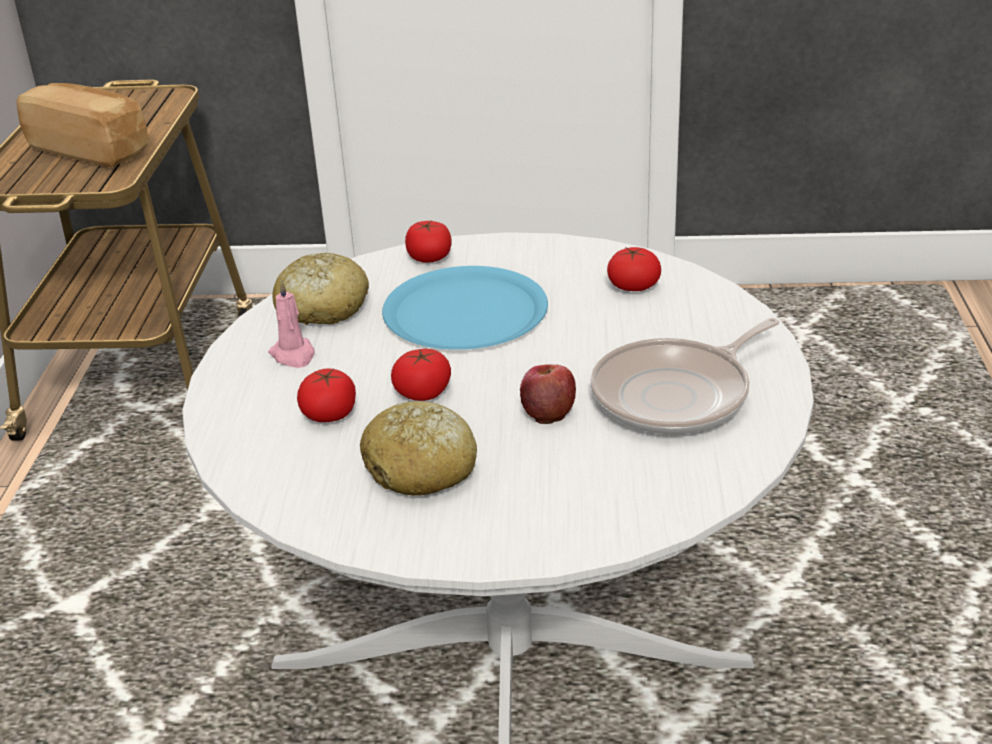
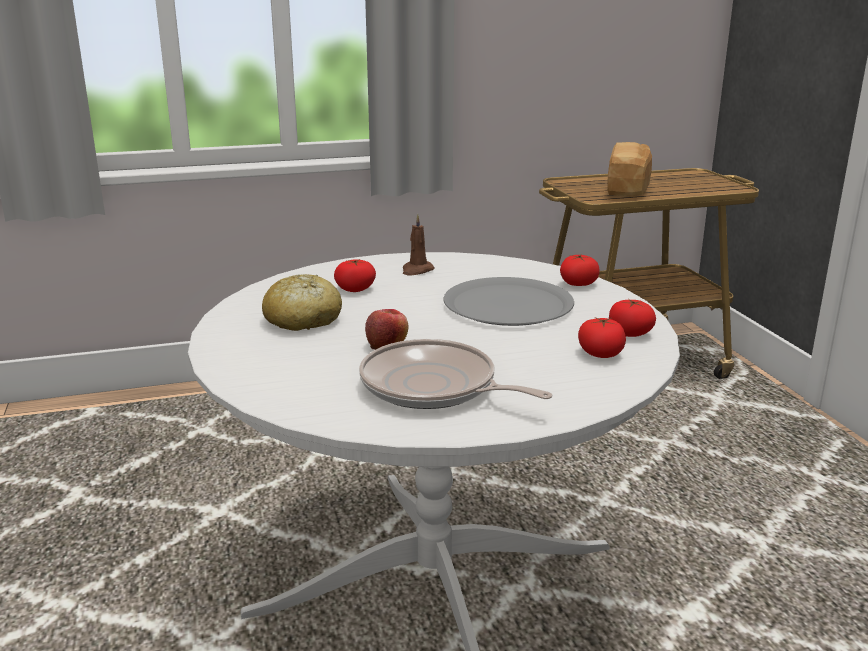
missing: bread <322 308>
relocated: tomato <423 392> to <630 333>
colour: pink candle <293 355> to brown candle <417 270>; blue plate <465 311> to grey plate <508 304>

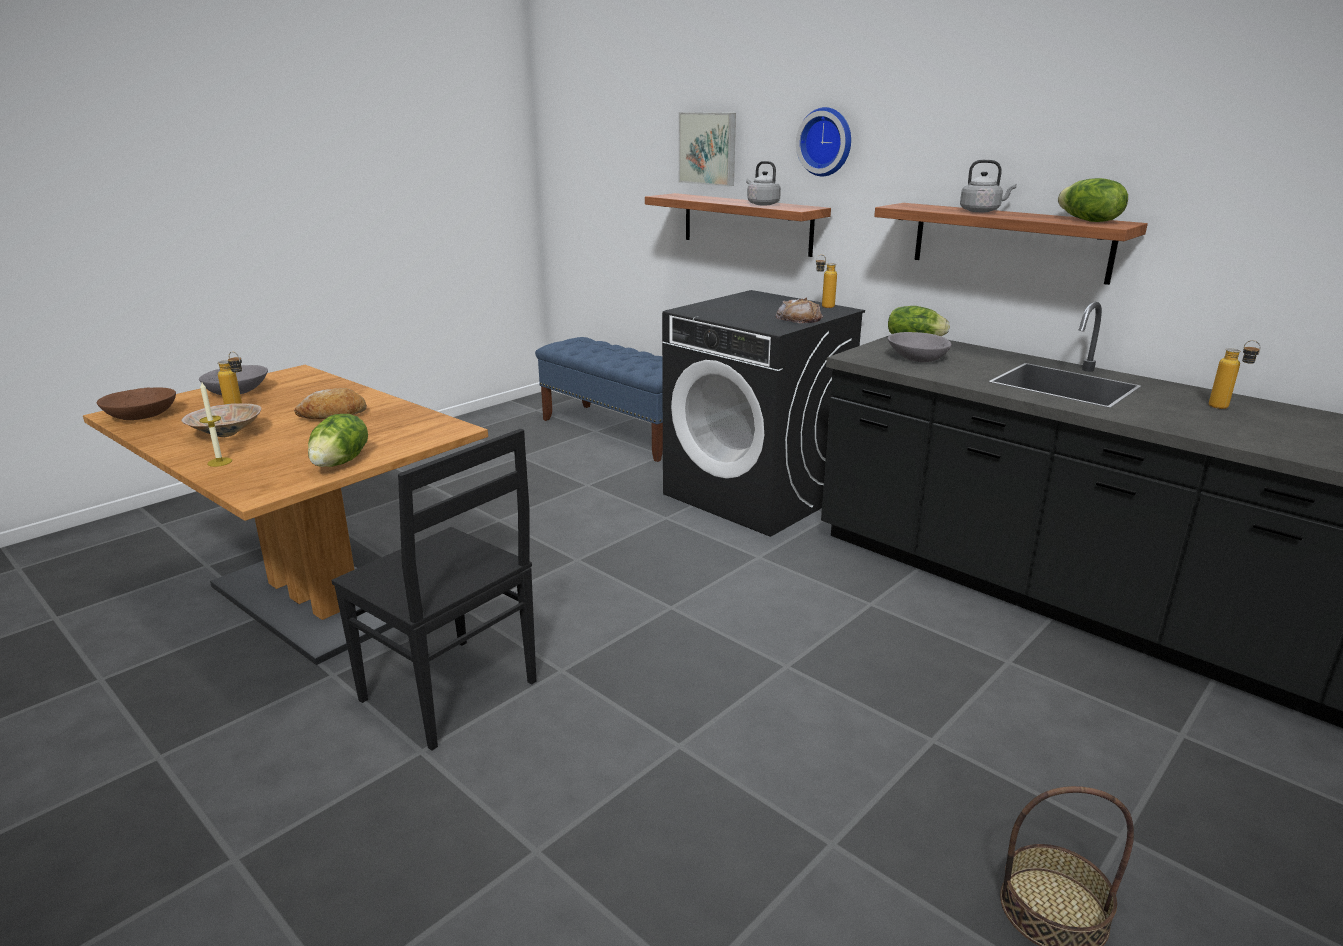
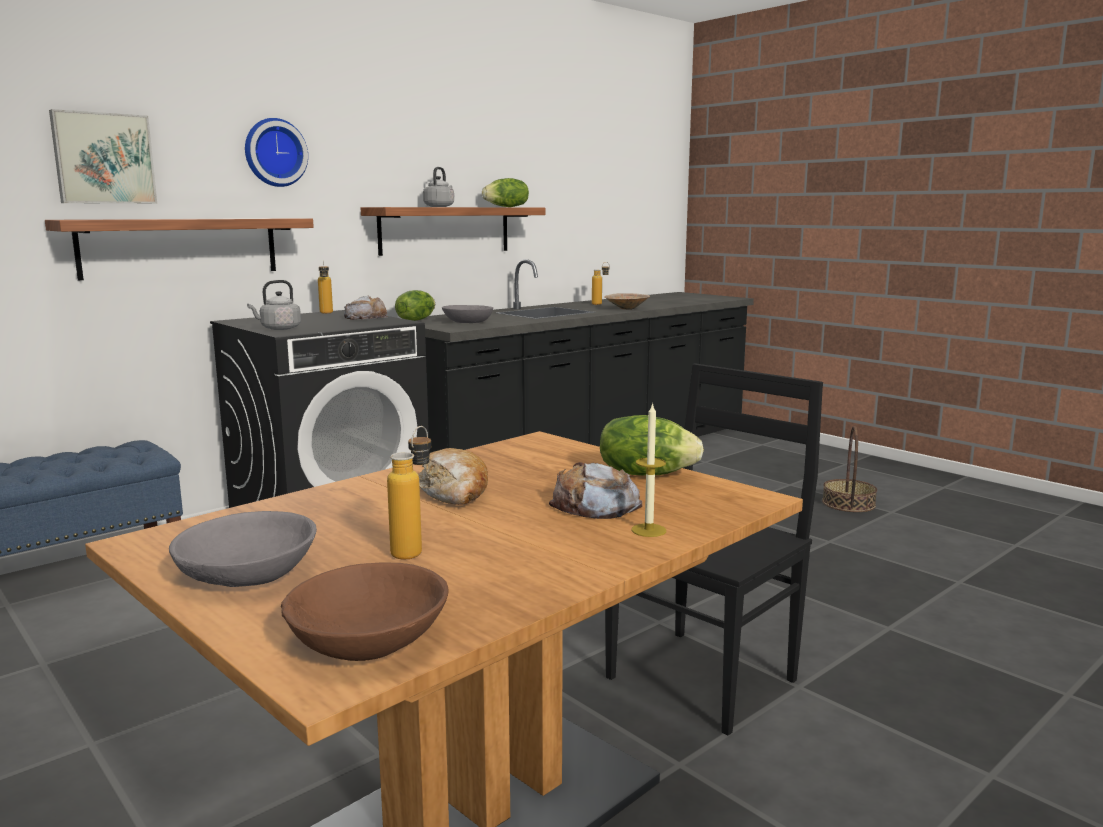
appeared: bread <595 505>
relocated: grey kettle <761 204> to <278 329>; beige bowl <226 433> to <626 309>

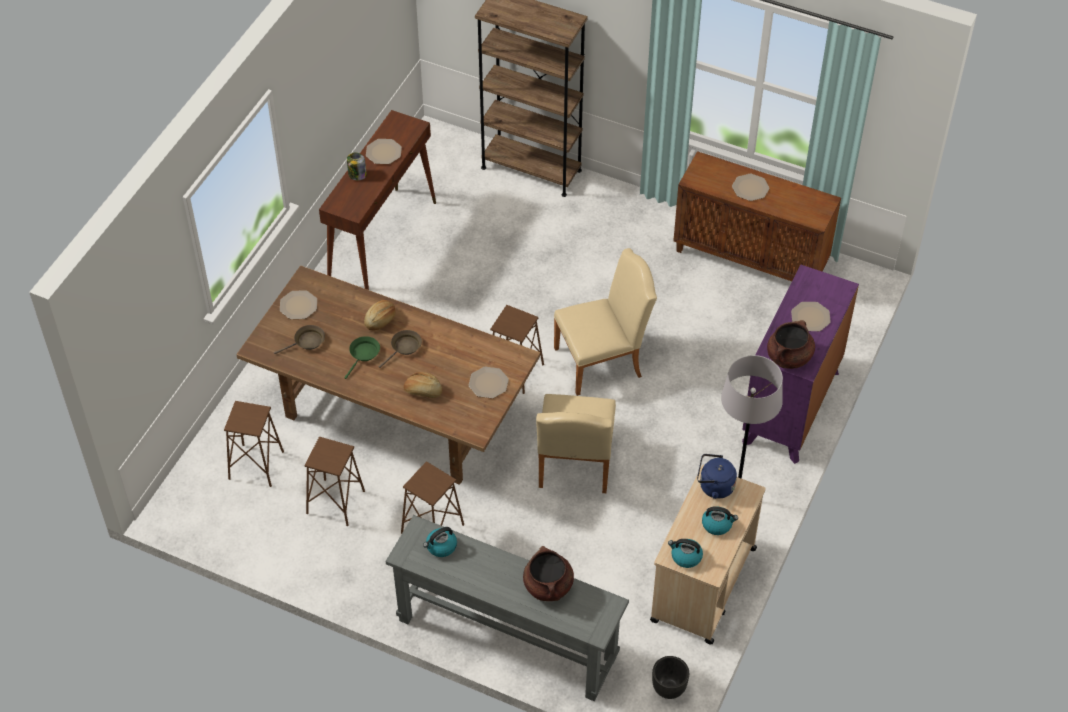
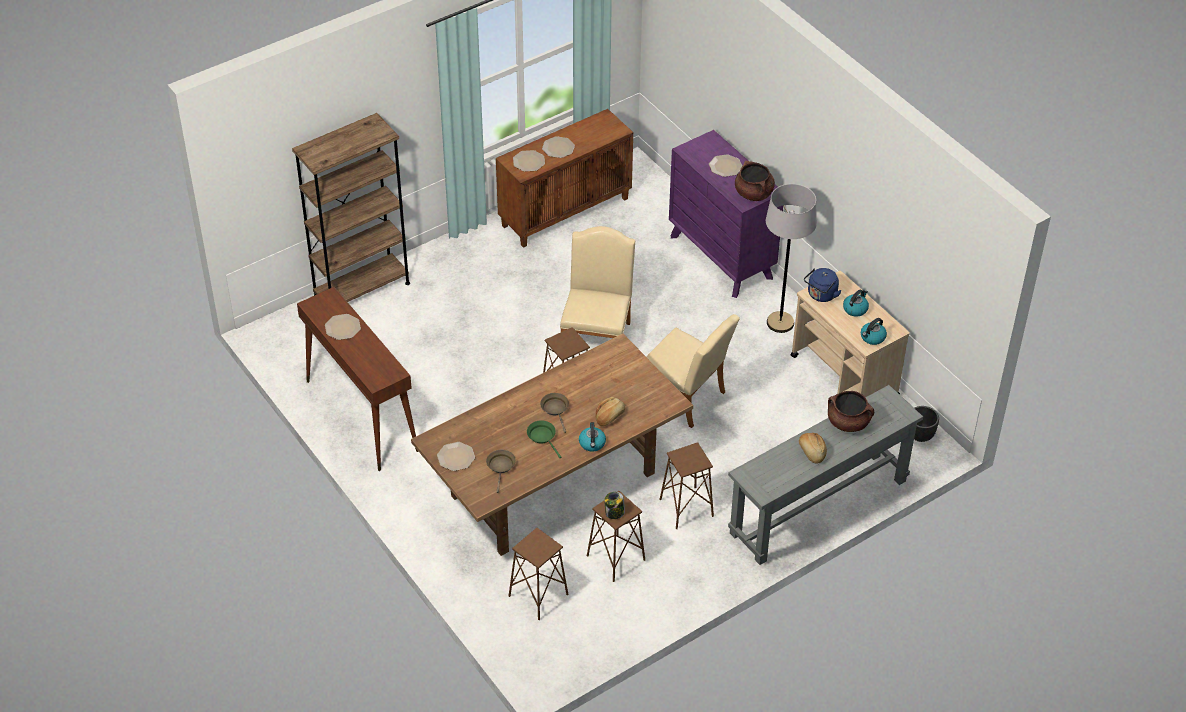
relocated: plate <488 383> to <529 162>; kettle <441 547> to <592 444>; jar <357 174> to <614 513>; bread <380 320> to <811 452>

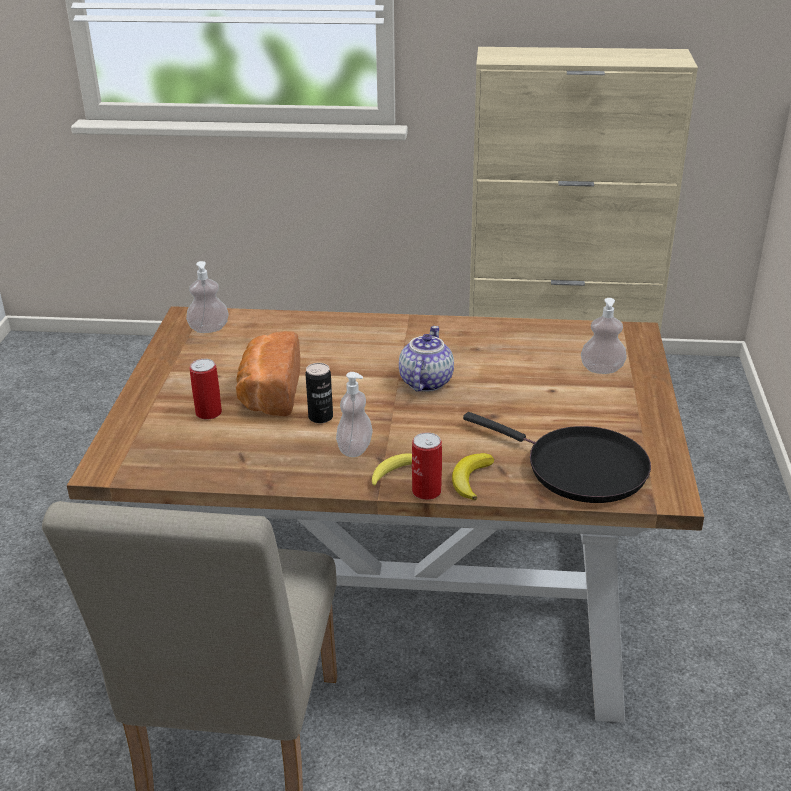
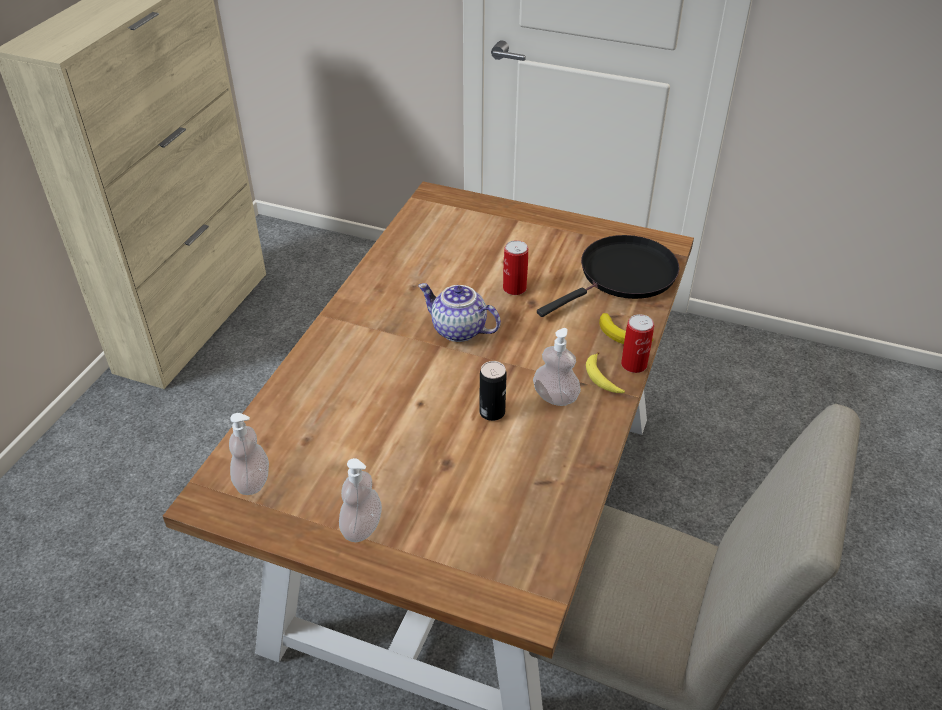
missing: bread <269 394>
relocated: soap dispenser <602 369> to <362 527>; can <208 413> to <514 288>

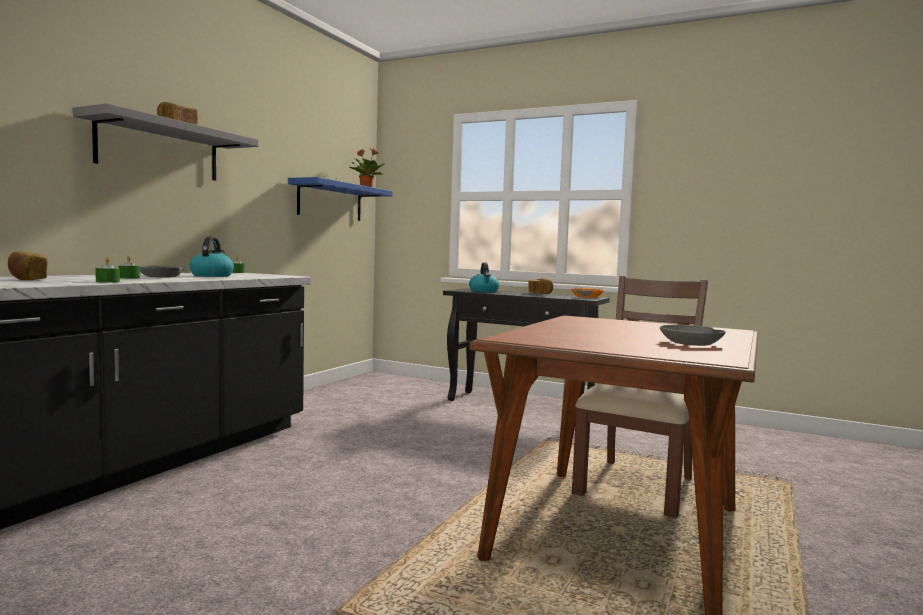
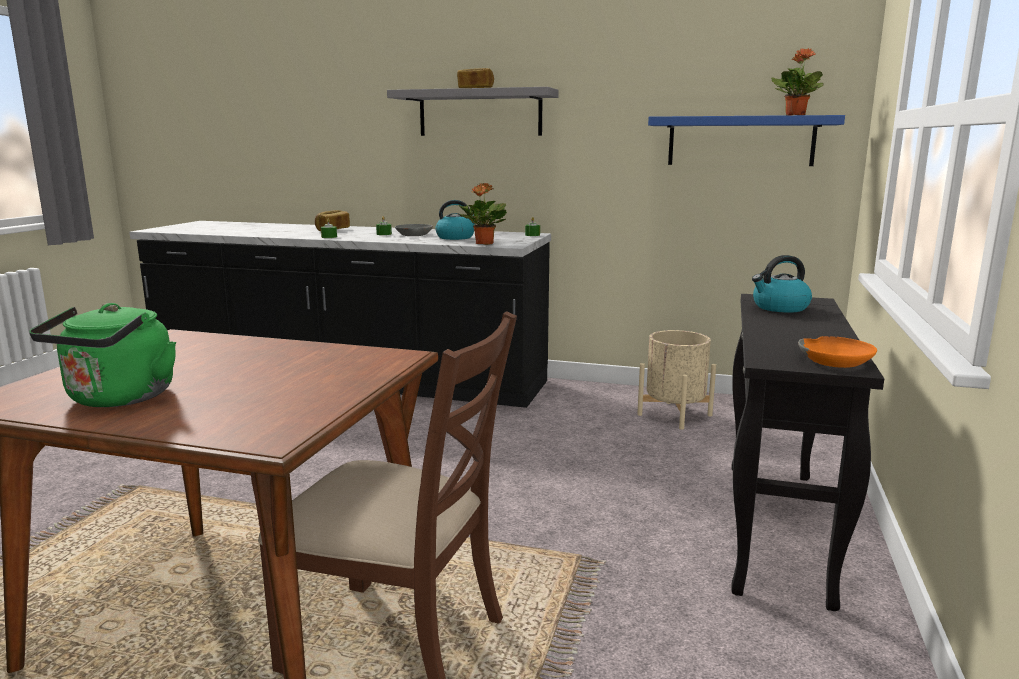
missing: bread <540 294>
appeared: potted plant <484 243>; beige planter <674 415>
exchanged: grey bowl <691 343> to green kettle <118 399>

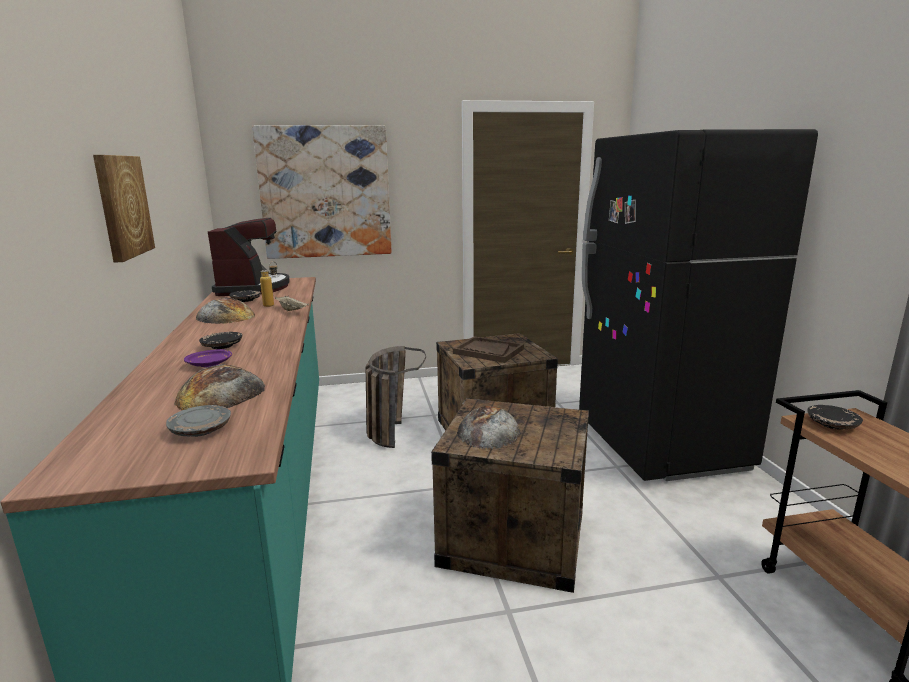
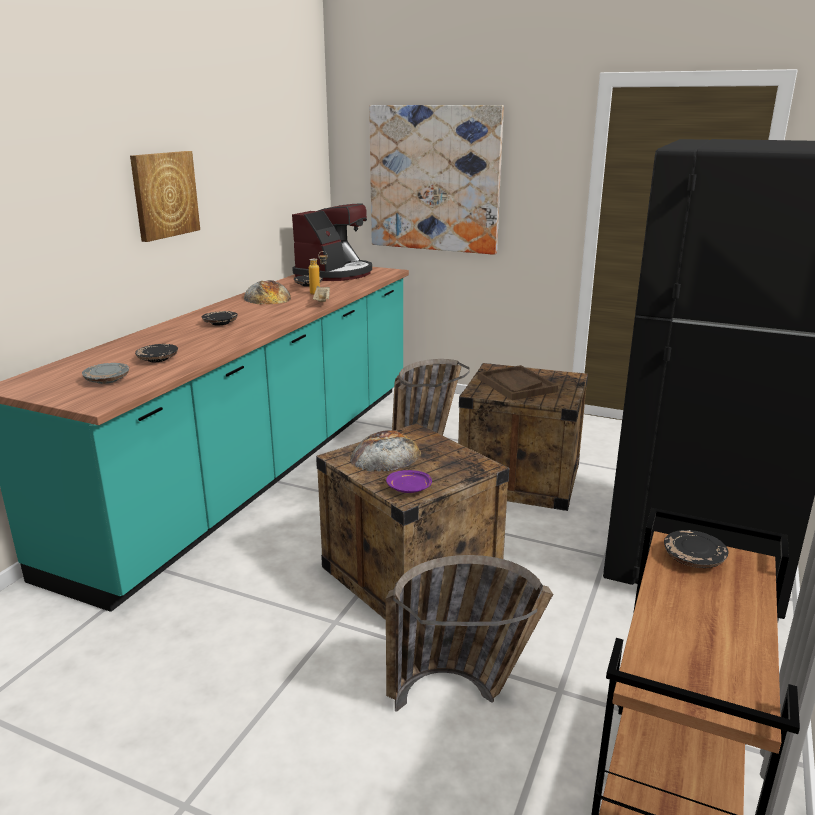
appeared: basket <463 692>
relocated: purple plate <210 364> to <409 488>
exchanged: bread <221 394> to black plate <158 359>

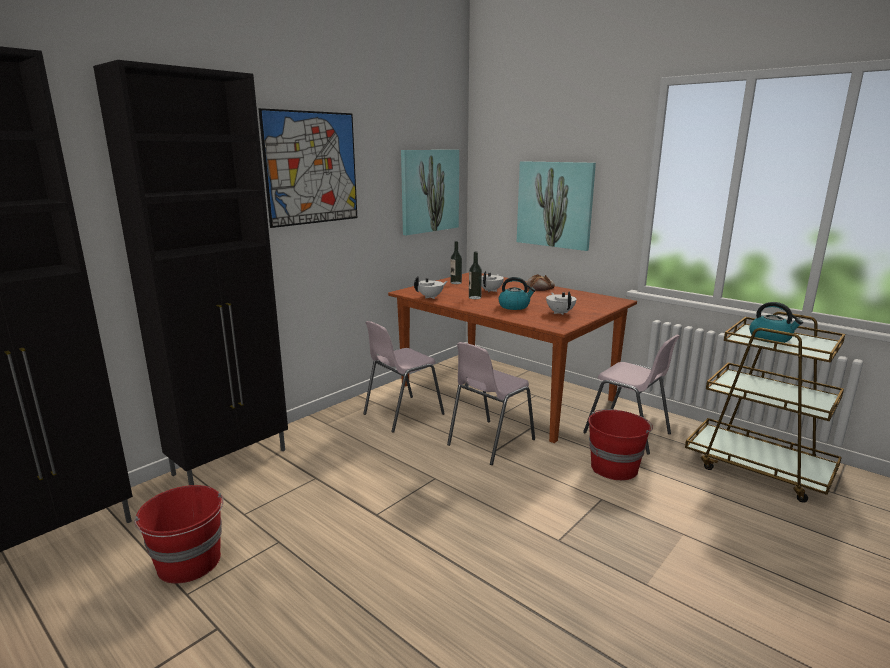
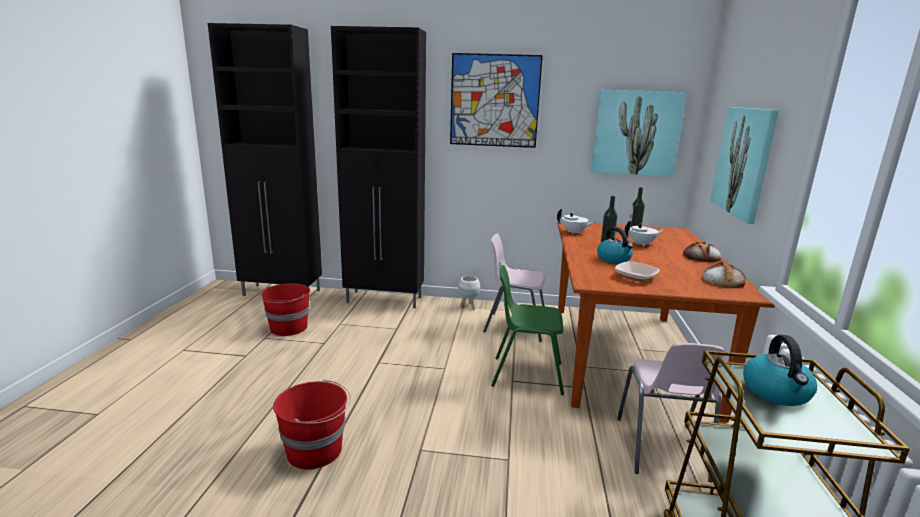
appeared: white planter <468 306>; bread <722 280>
relocated: red bucket <614 467> to <315 450>
exchanged: white teapot <560 313> to bowl <636 277>
colour: pink chair <489 442> to green chair <526 374>

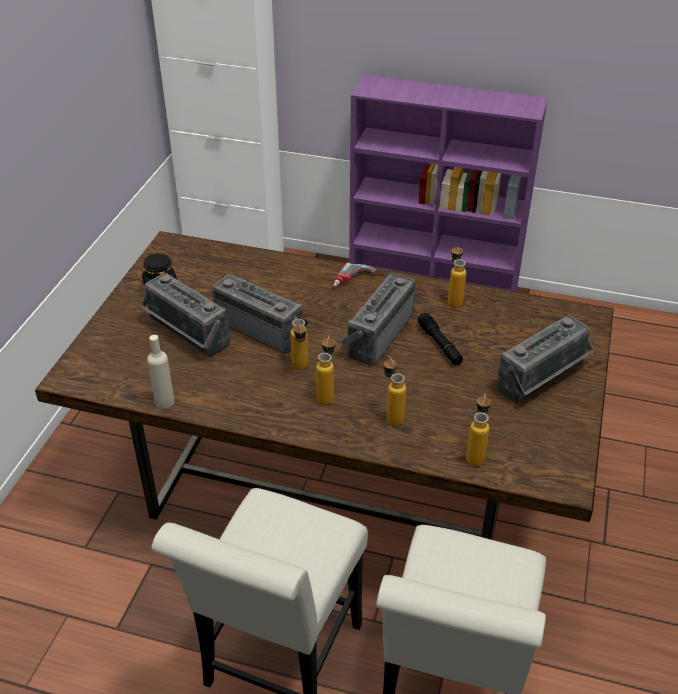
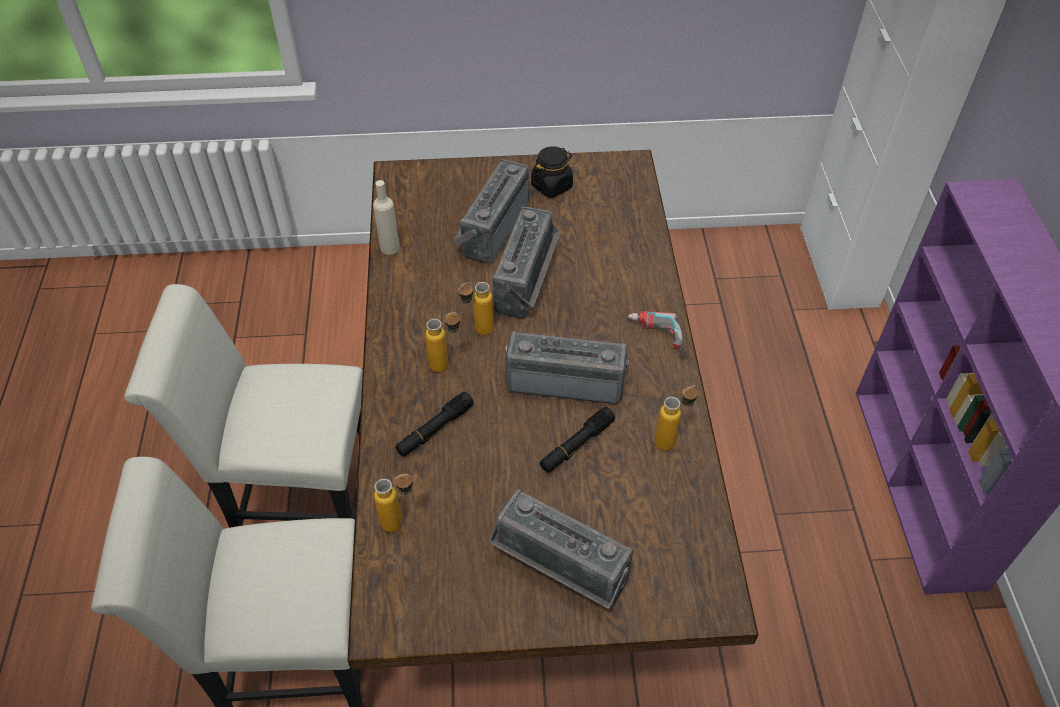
exchanged: bottle <391 416> to black flashlight <435 429>

